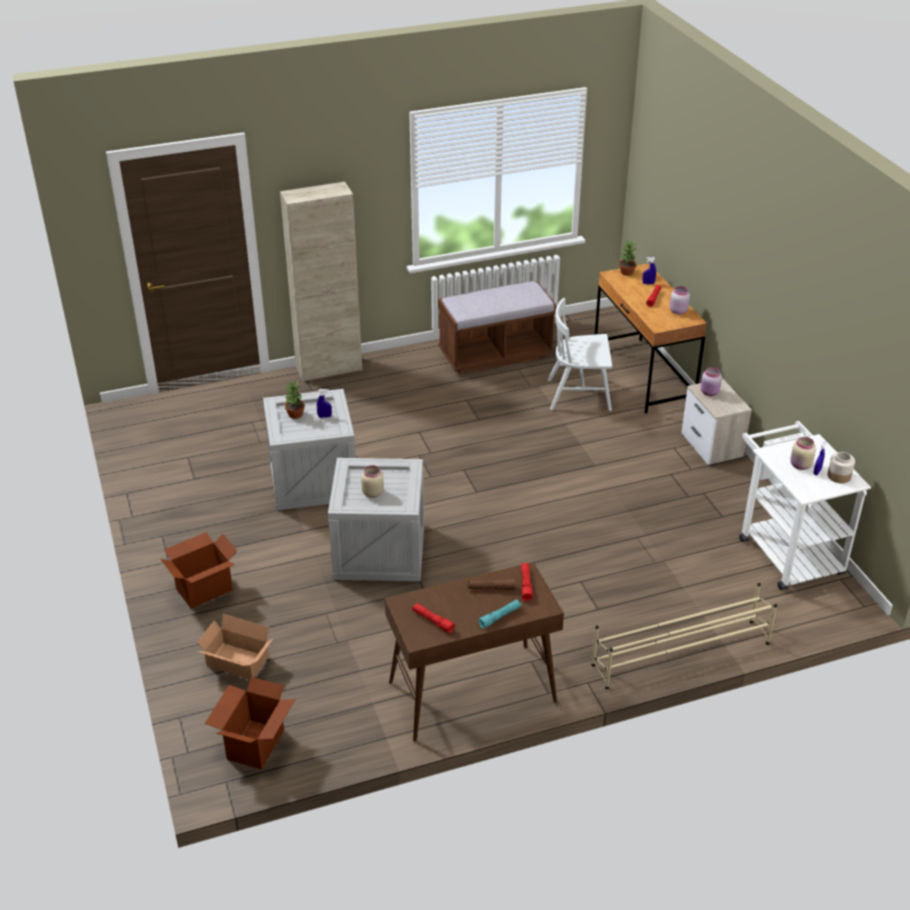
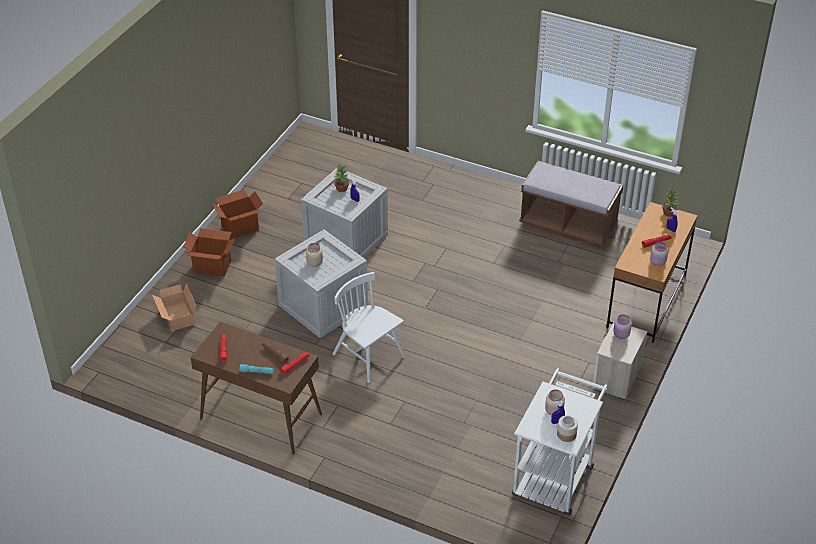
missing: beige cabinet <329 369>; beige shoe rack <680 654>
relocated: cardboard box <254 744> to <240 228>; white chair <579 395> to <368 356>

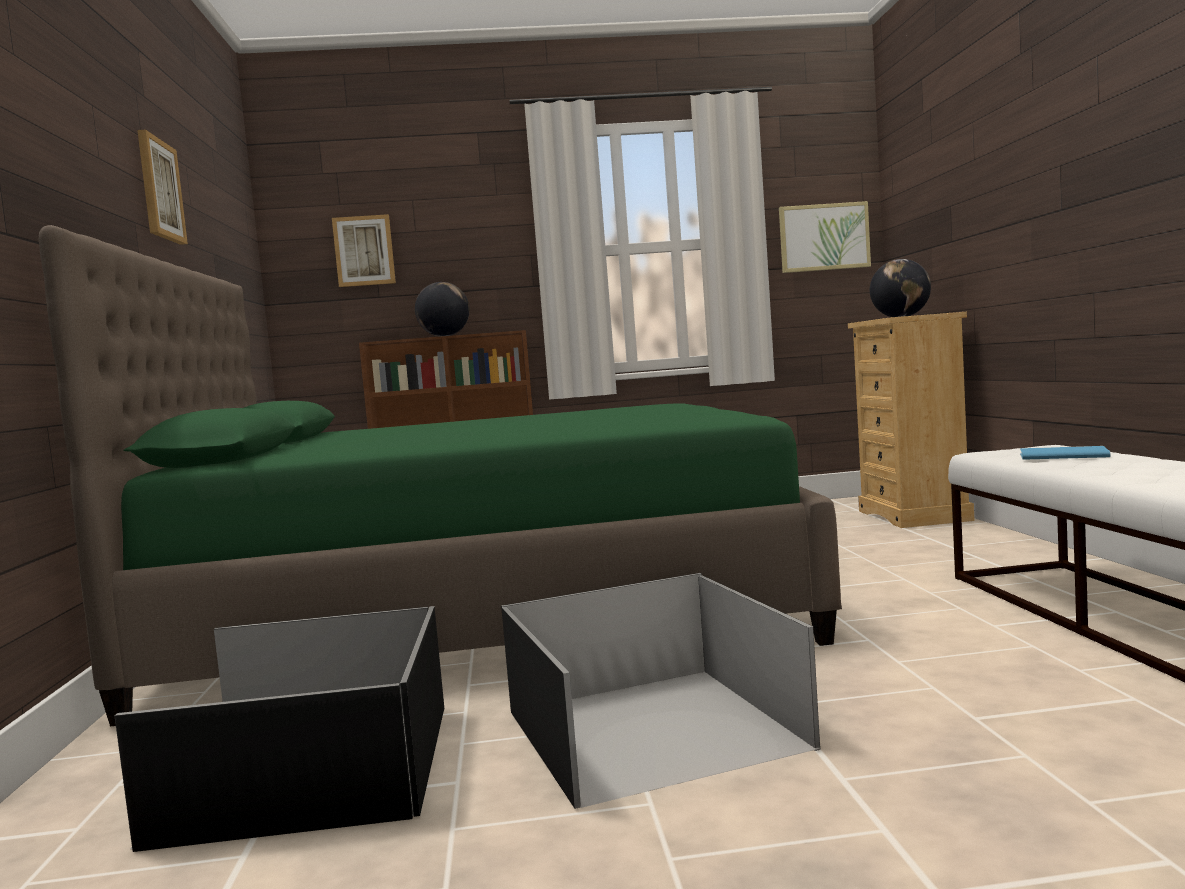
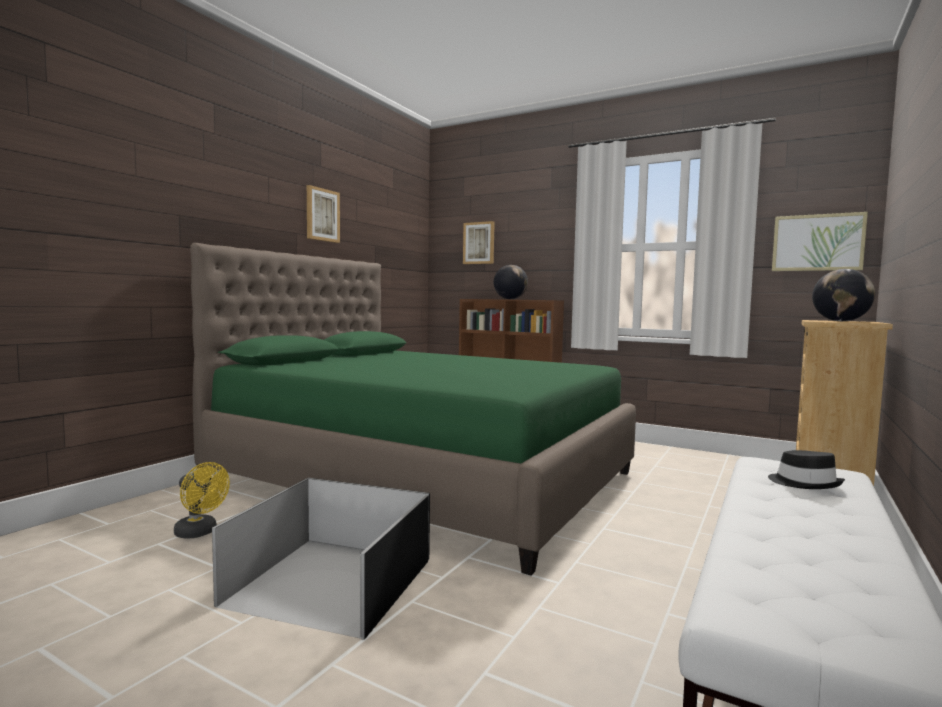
exchanged: black storage box <311 768> to yellow fan <200 533>; blue book <1060 455> to black hat <805 483>

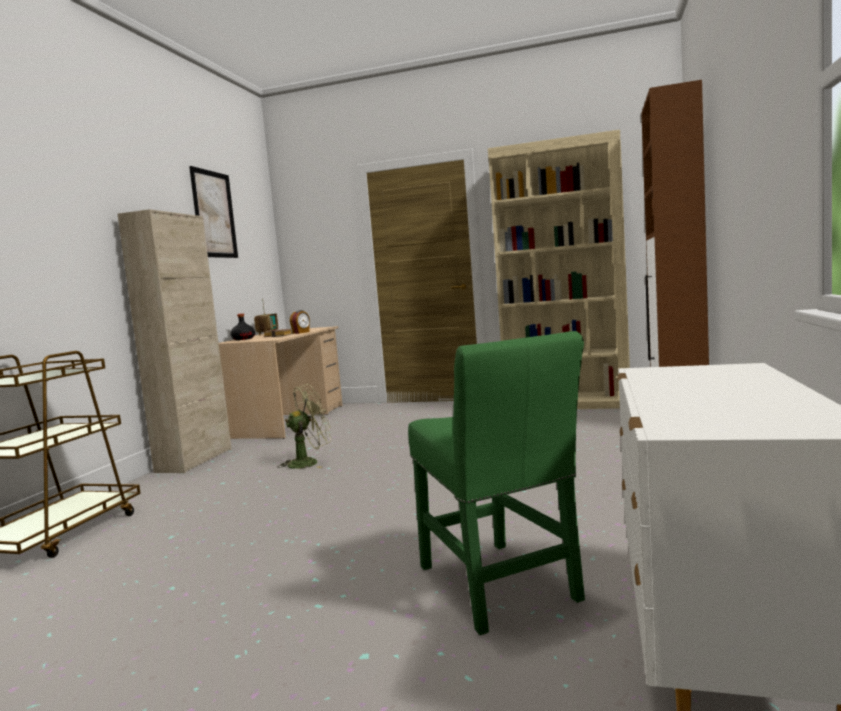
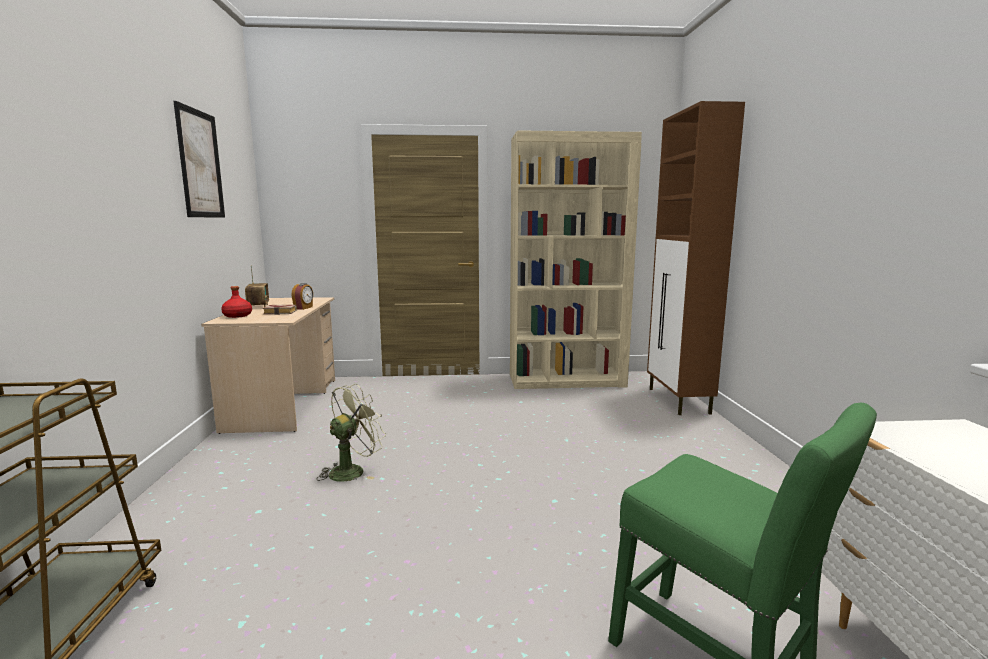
missing: beige cabinet <195 460>
colour: black bottle <243 339> to red bottle <237 315>

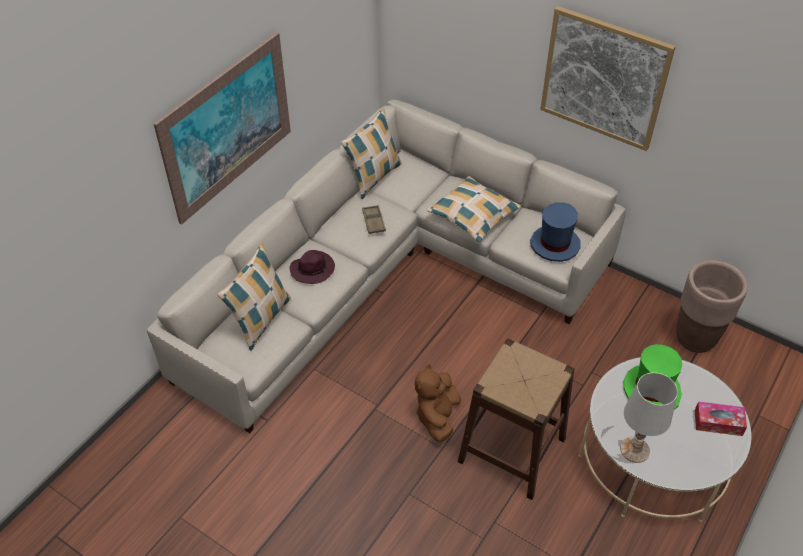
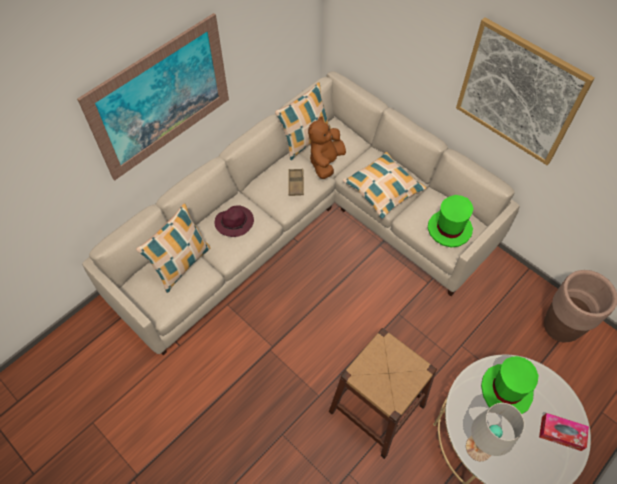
relocated: brown plush toy <437 416> to <326 162>
colour: blue hat <555 244> to green hat <449 229>

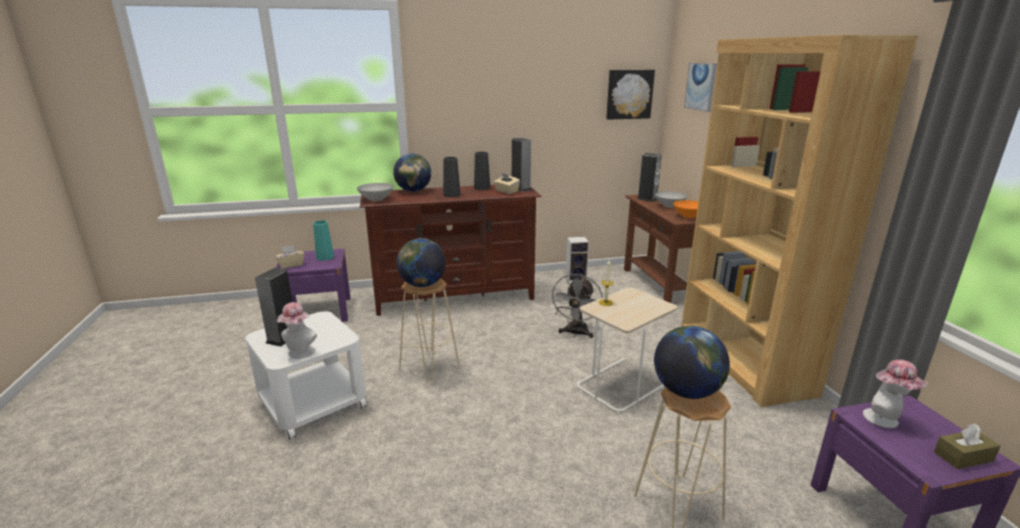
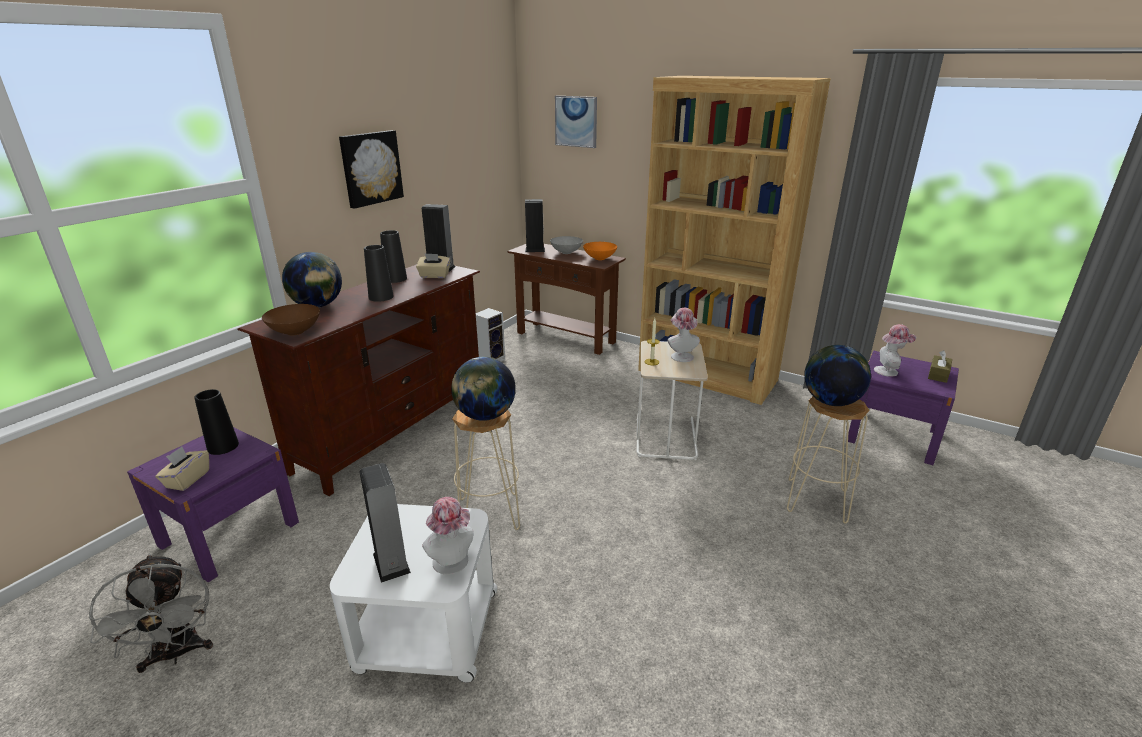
appeared: hat <680 355>
relocated: grey fan <576 333> to <176 654>; picture <629 94> to <370 168>
colour: turquoise vase <325 257> to black vase <223 446>; grey bowl <375 199> to brown bowl <294 332>

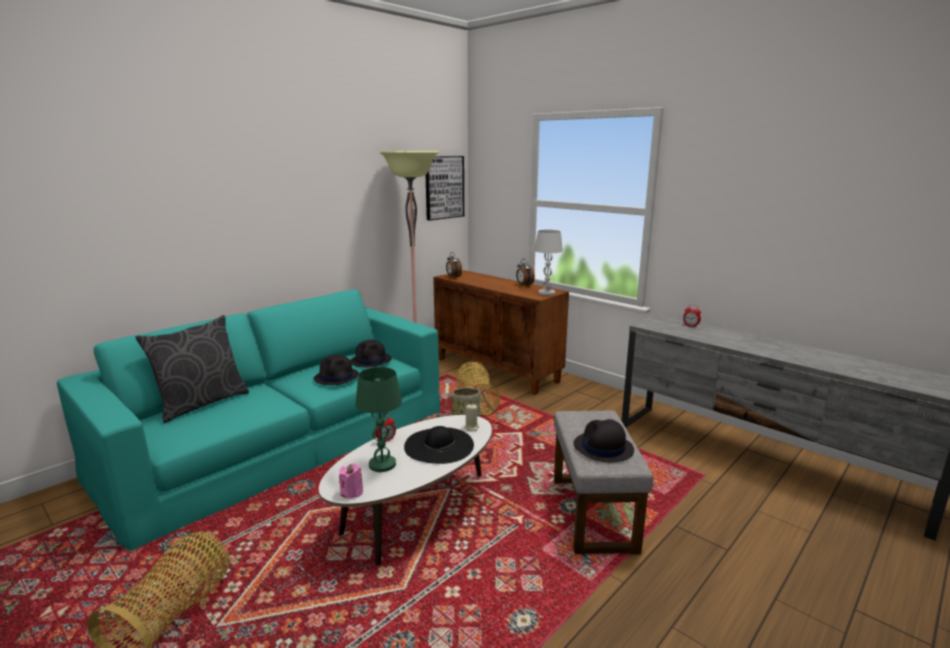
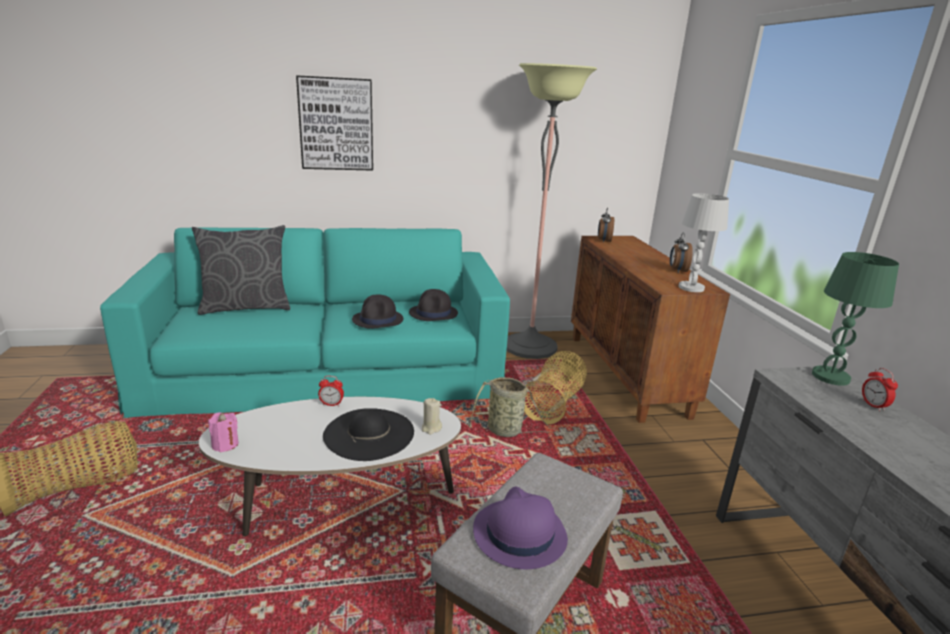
relocated: picture <444 187> to <336 124>; green table lamp <382 464> to <830 377>
colour: black hat <603 448> to purple hat <519 534>

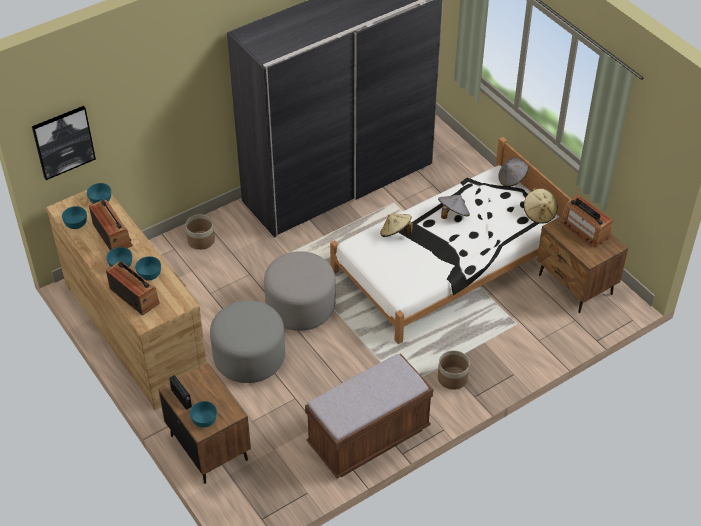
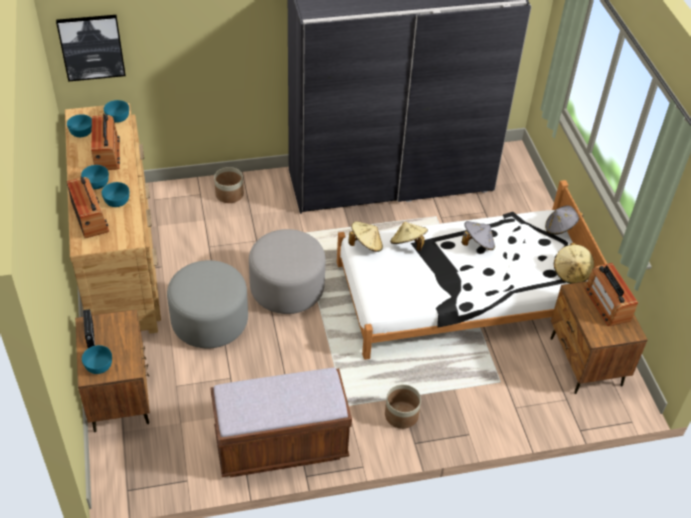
appeared: beige hat <366 245>

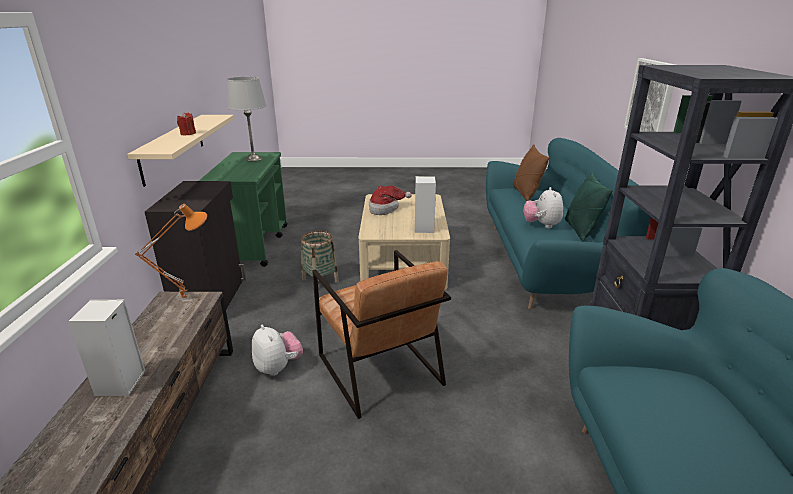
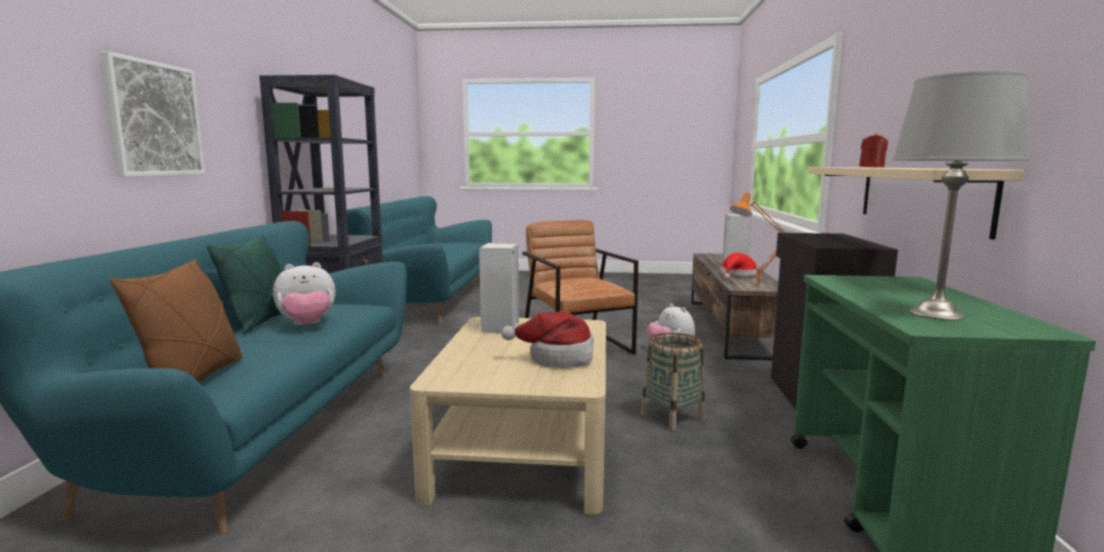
appeared: red hat <737 274>
spun: plush toy <541 225> = <307 325> 60 degrees clockwise

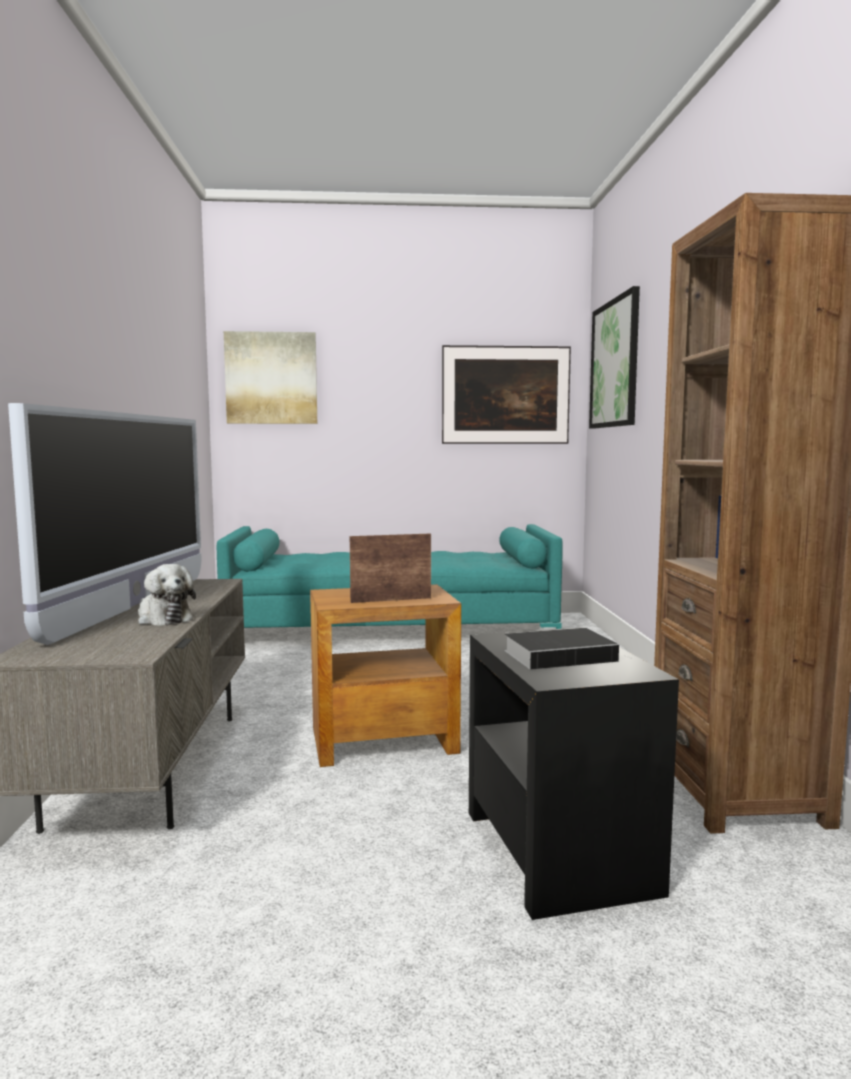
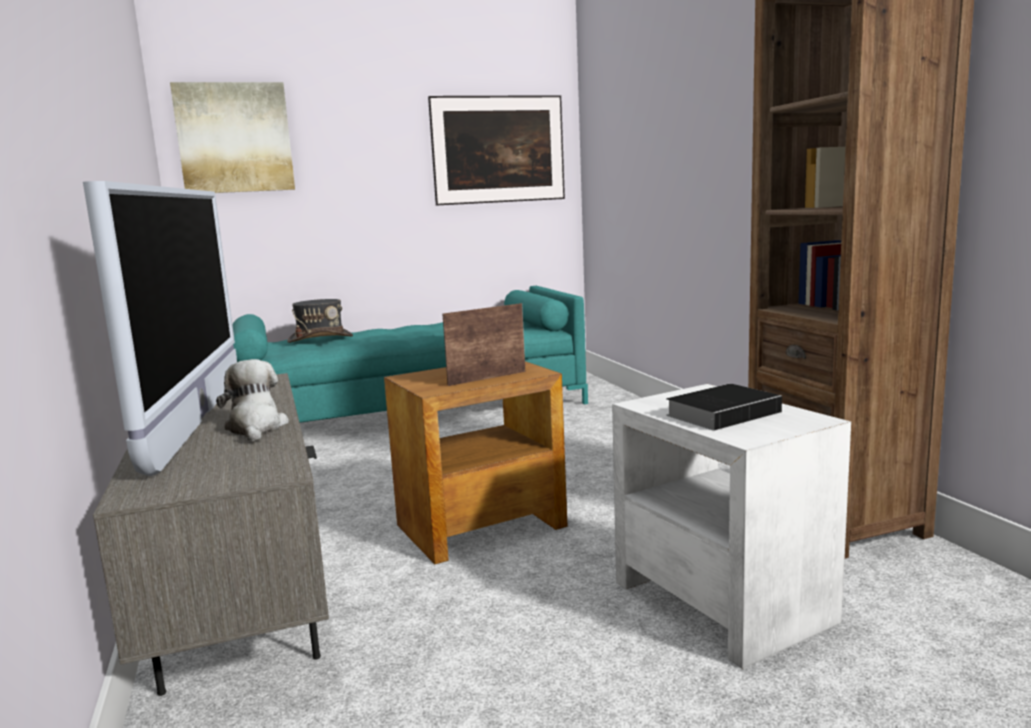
missing: picture <615 364>
appeared: grey hat <320 339>
colour: black side table <558 849> to white side table <721 600>
spun: plush toy <163 618> = <255 428> 135 degrees counterclockwise

